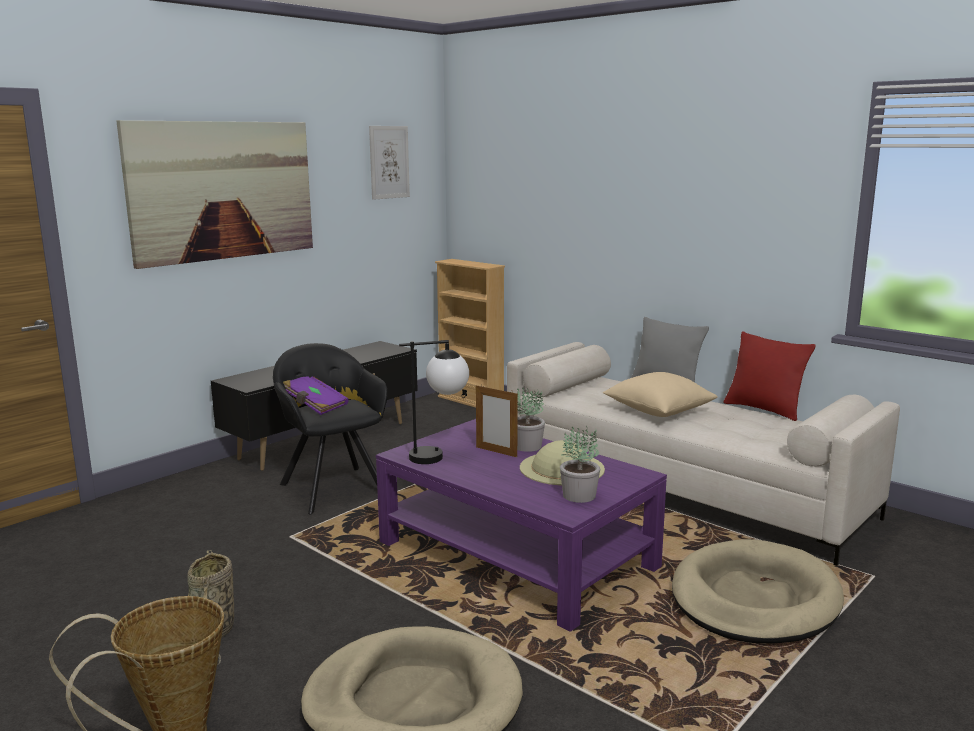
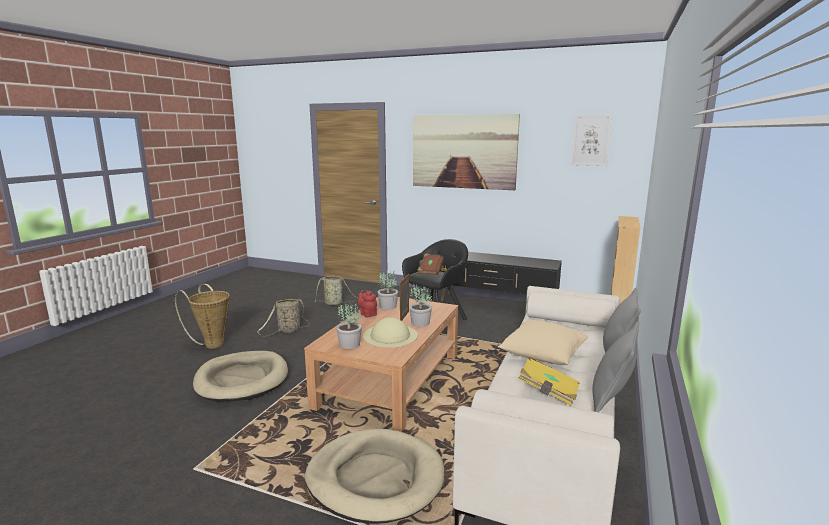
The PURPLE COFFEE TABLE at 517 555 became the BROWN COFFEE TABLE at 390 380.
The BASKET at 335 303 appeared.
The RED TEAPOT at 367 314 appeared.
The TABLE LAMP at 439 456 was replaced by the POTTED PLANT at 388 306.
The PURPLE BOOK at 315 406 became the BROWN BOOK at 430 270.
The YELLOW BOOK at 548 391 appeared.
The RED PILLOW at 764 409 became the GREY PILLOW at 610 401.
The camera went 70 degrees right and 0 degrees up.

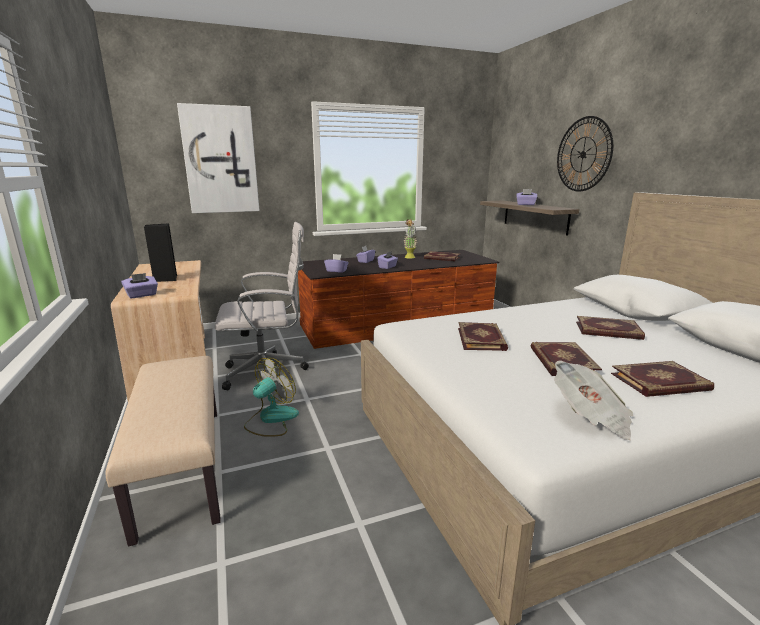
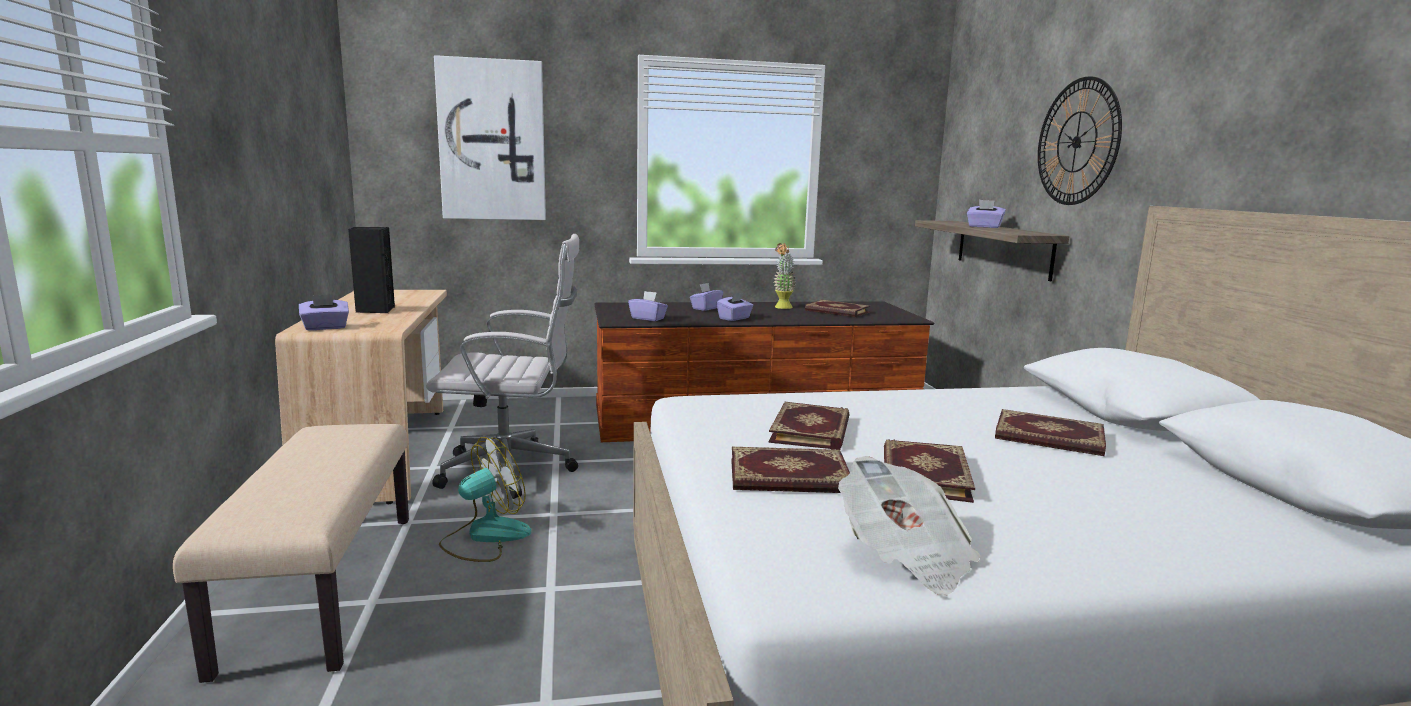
The BOOK moved from 660 382 to 789 477.
The camera went 10 degrees right and 5 degrees down.

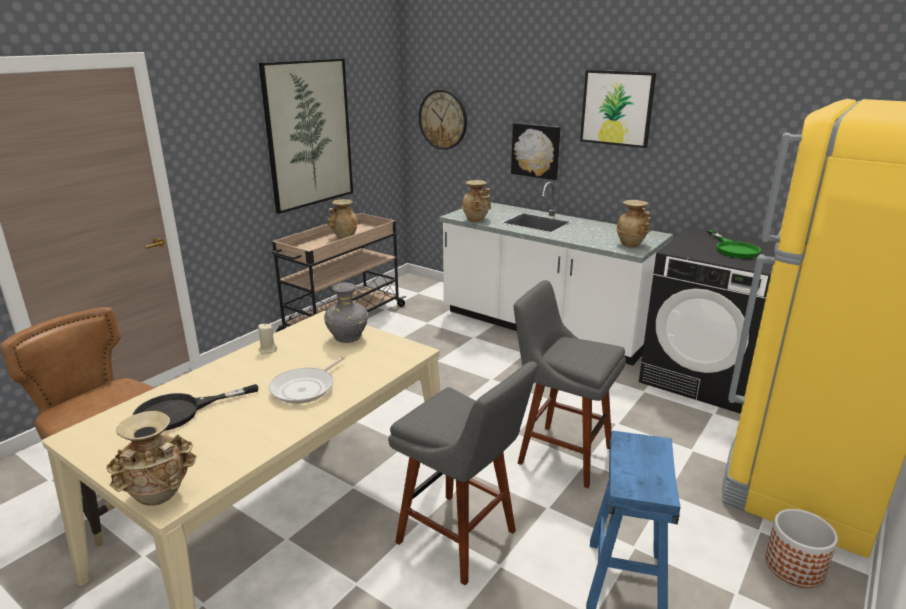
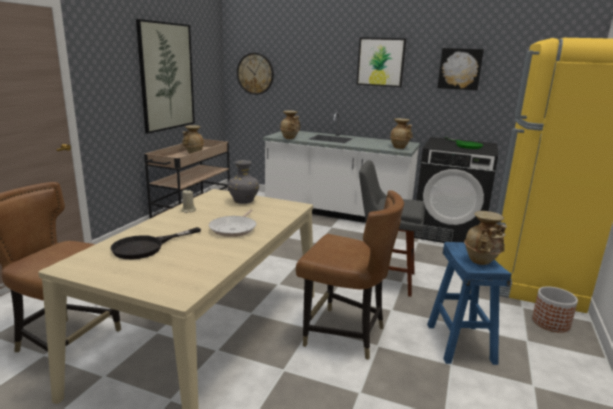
The GREY STOOL at 461 539 was replaced by the BROWN CHAIR at 344 334.
The PICTURE moved from 536 150 to 460 69.
The BEIGE VASE moved from 160 496 to 482 261.
The camera went 15 degrees left and 5 degrees down.

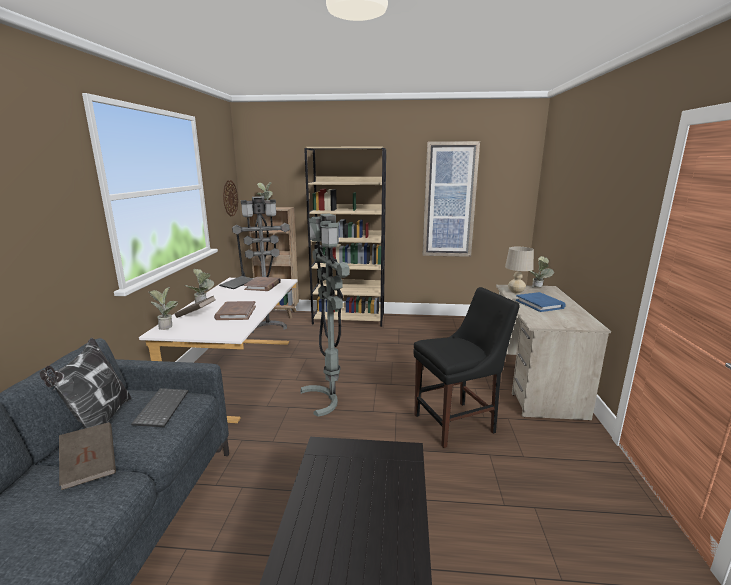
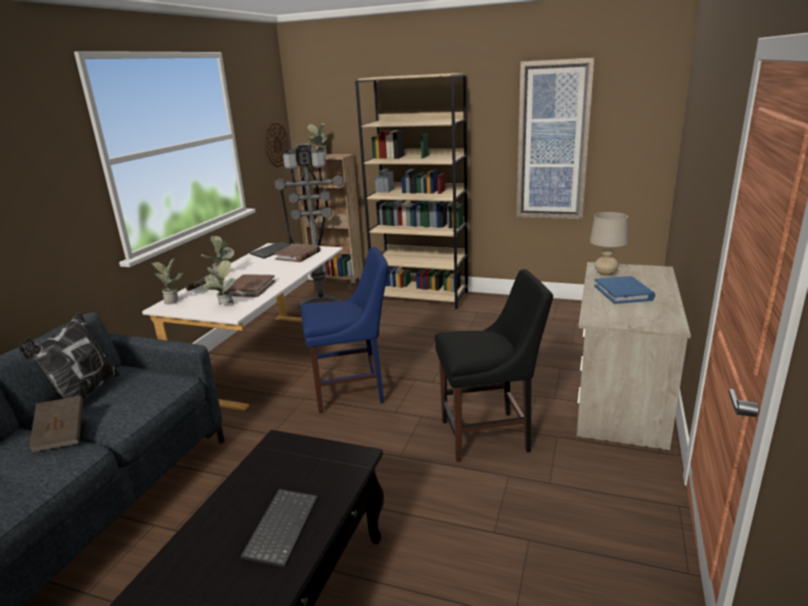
The POTTED PLANT moved from 537 289 to 224 306.
The KEYBOARD moved from 161 408 to 280 526.
The GREY FLOOR LAMP at 329 397 was replaced by the BLUE CHAIR at 353 392.
The camera went 15 degrees right and 5 degrees up.

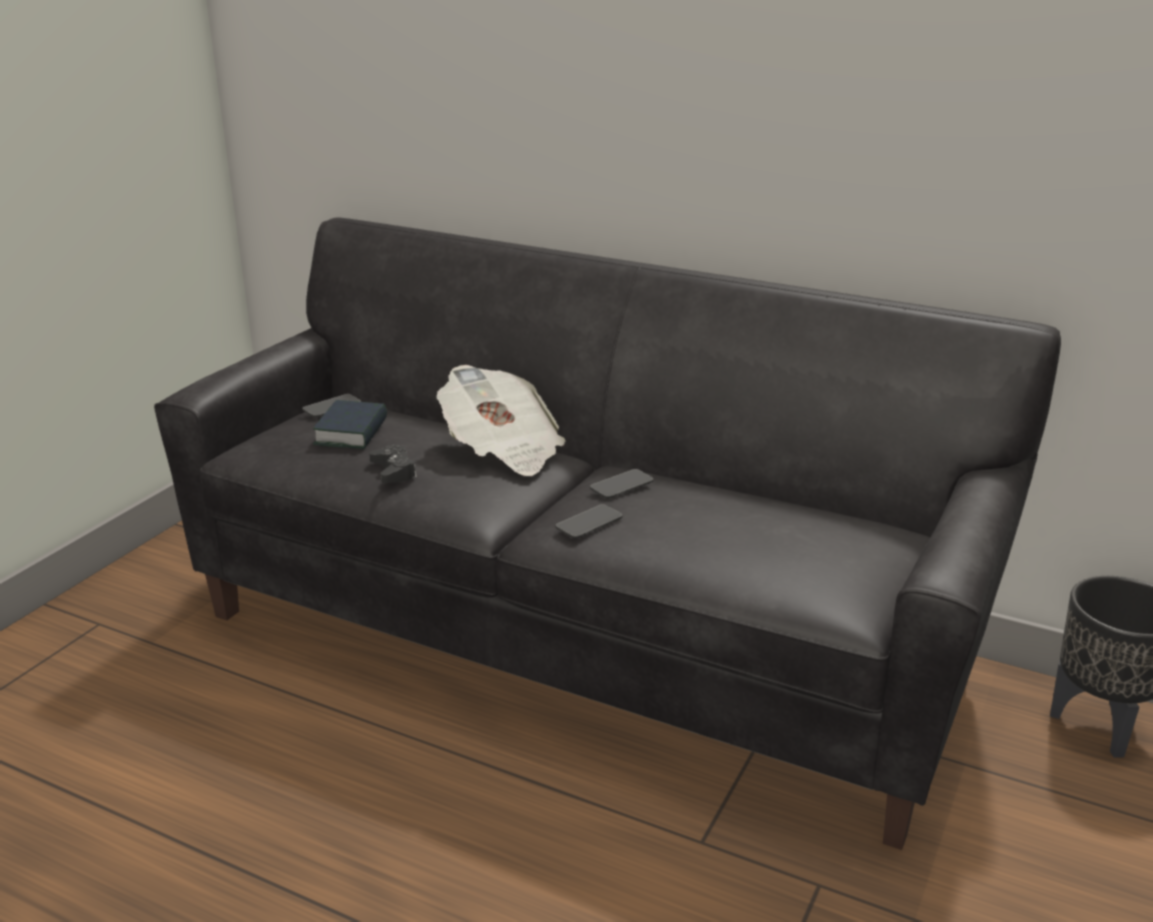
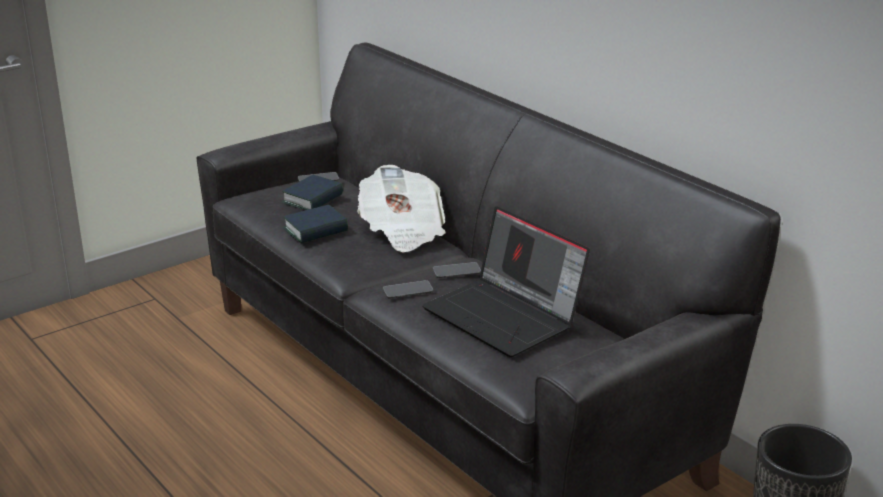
The BLACK GAME CONTROLLER at 393 471 was replaced by the BOOK at 315 230.
The LAPTOP at 505 316 appeared.
The camera went 25 degrees right and 0 degrees up.

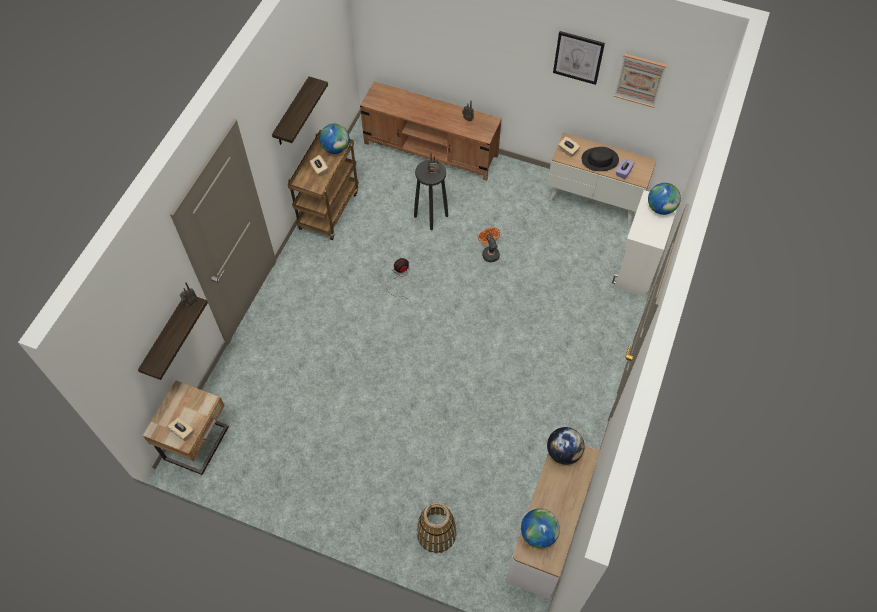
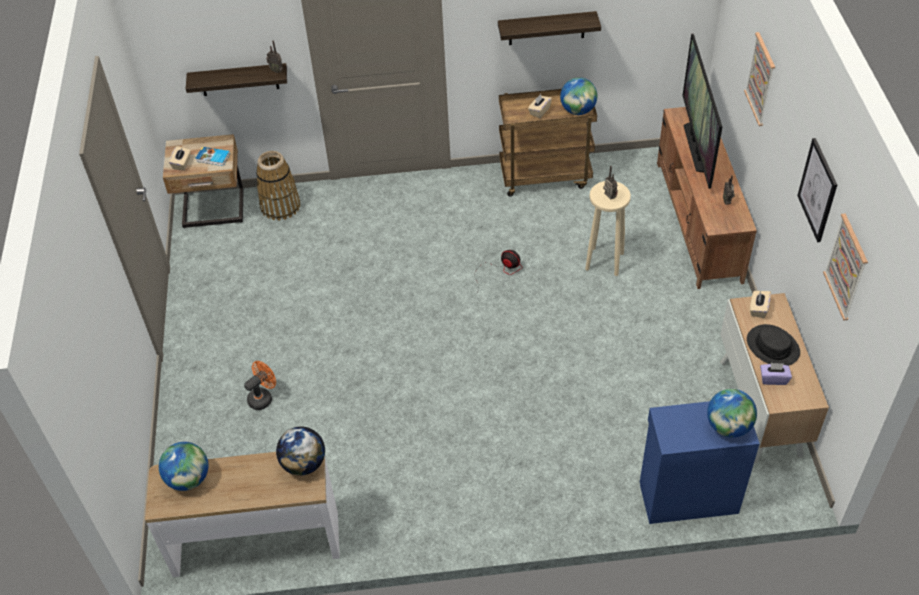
The BOOK at 213 158 appeared.
The ORANGE FAN moved from 489 252 to 263 397.
The BASKET moved from 436 533 to 280 206.
The BLACK STOOL at 431 216 became the BEIGE STOOL at 604 261.
The WHITE CABINET at 636 268 became the BLUE CABINET at 687 496.
The TELEVISION at 697 147 appeared.
The PICTURE at 760 79 appeared.
The camera went 65 degrees right and 10 degrees down.

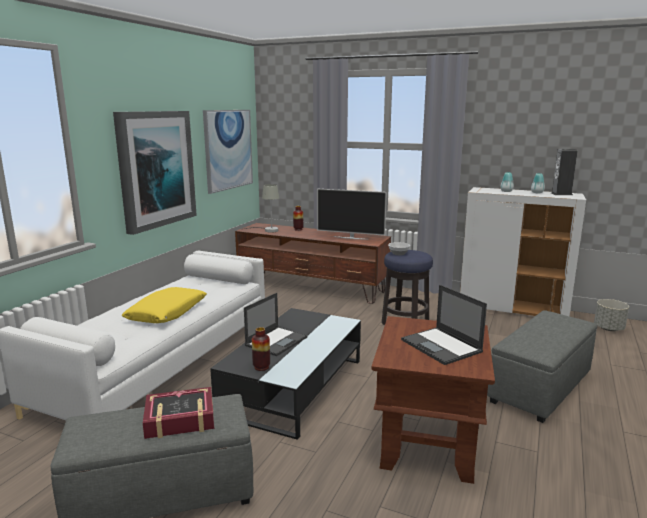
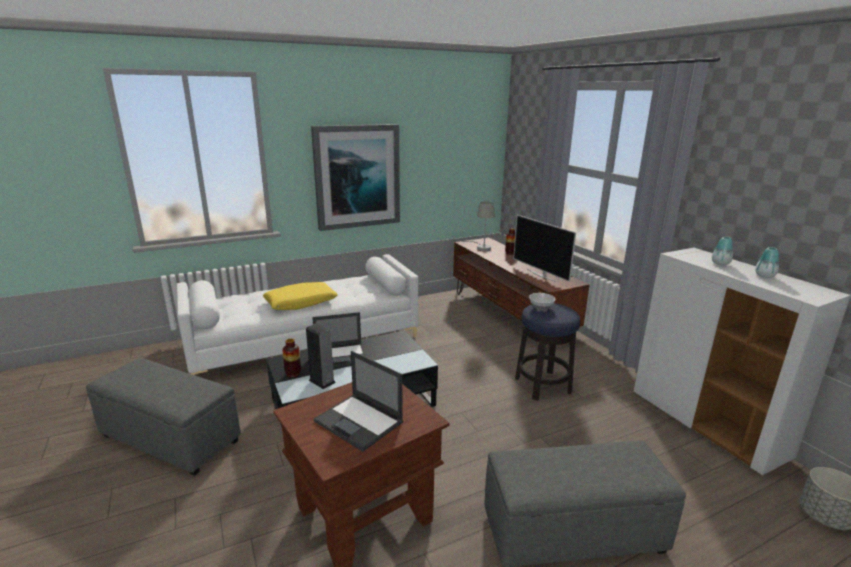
The SPEAKER moved from 561 194 to 322 381.
The LAPTOP at 442 346 turned 60 degrees counterclockwise.
The BOOK at 180 419 disappeared.
The PICTURE at 228 149 disappeared.
The camera went 40 degrees right and 5 degrees up.

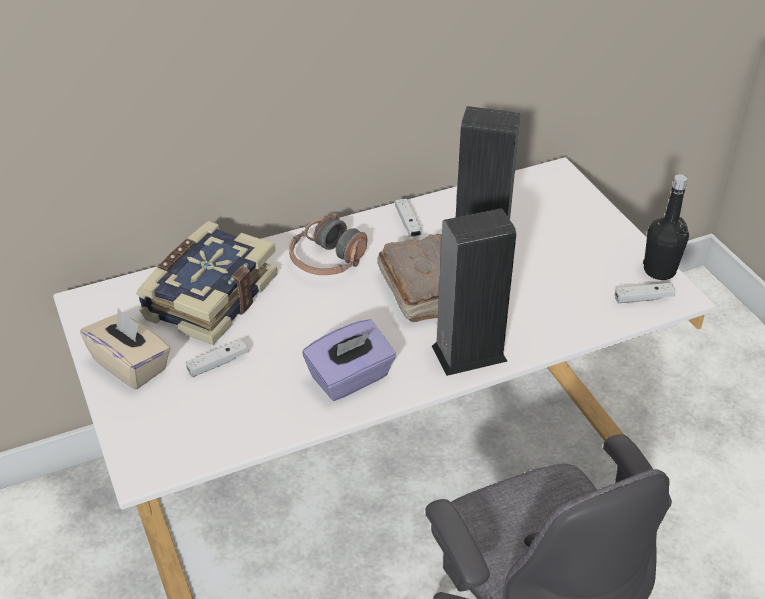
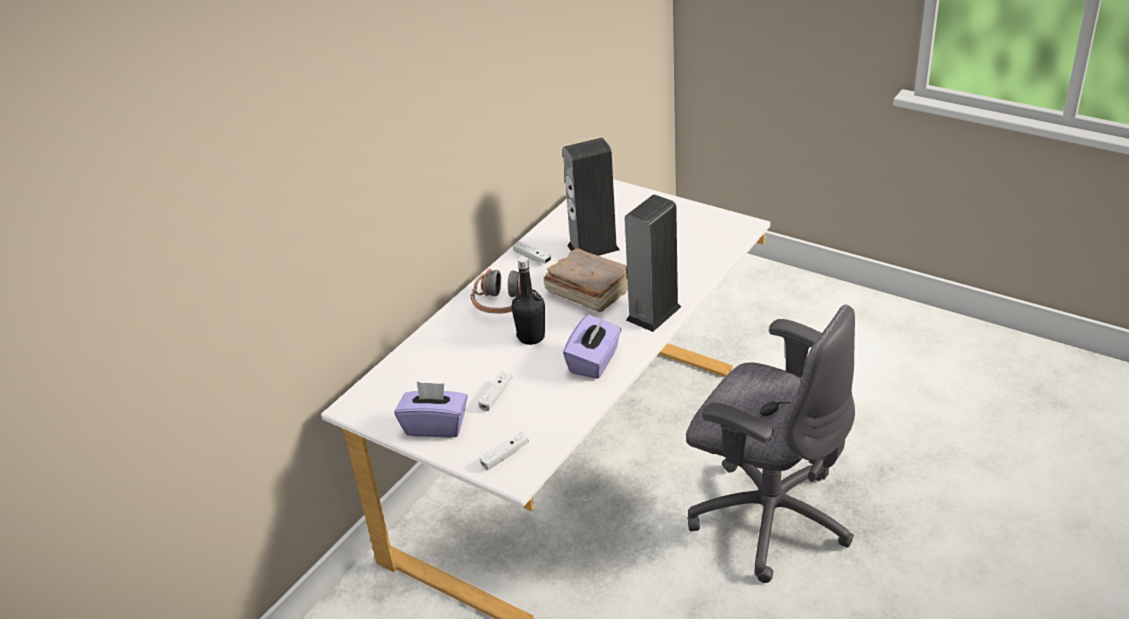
The BEIGE TISSUE BOX at 131 365 became the PURPLE TISSUE BOX at 435 425.
The WHITE GAME CONTROLLER moved from 643 298 to 505 455.
The BLACK BOTTLE moved from 659 270 to 531 337.
The BOOK at 208 297 disappeared.
The camera went 30 degrees left and 5 degrees down.

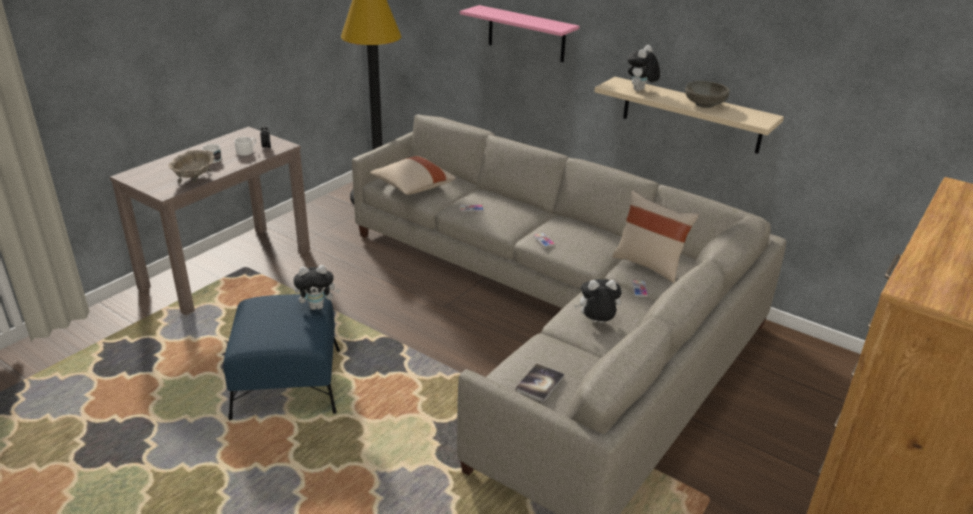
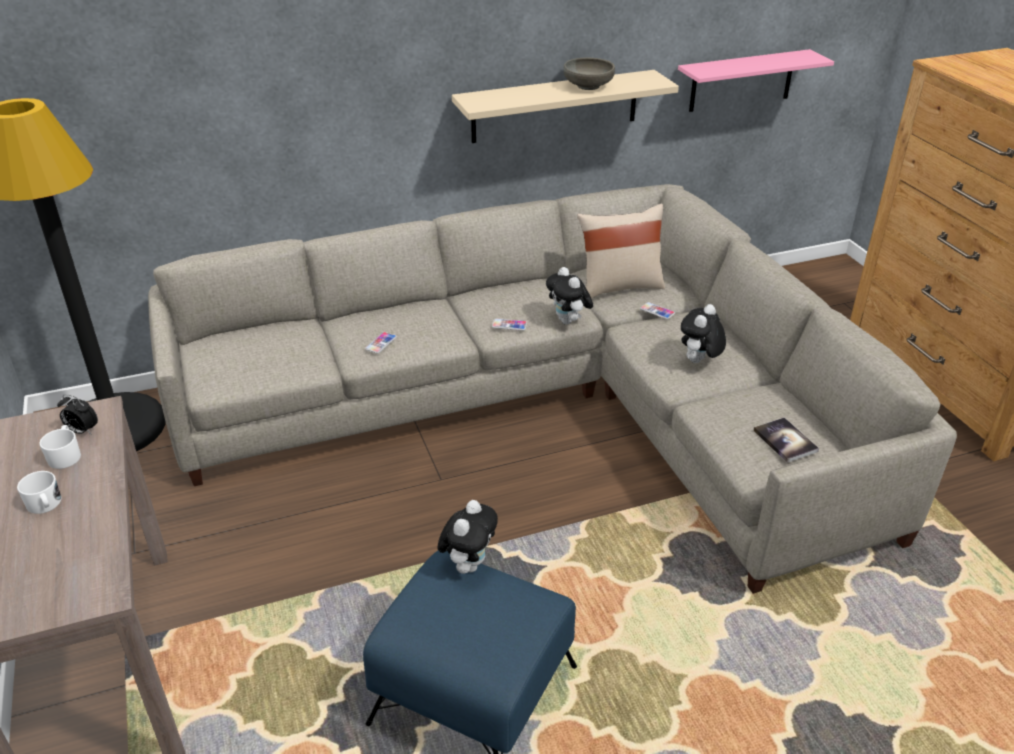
The PLUSH TOY moved from 640 91 to 568 321.
The PINK SHELF moved from 526 34 to 741 81.
The BEIGE BOWL at 195 178 disappeared.
The BEIGE PILLOW at 412 187 disappeared.
The camera went 55 degrees left and 5 degrees up.

